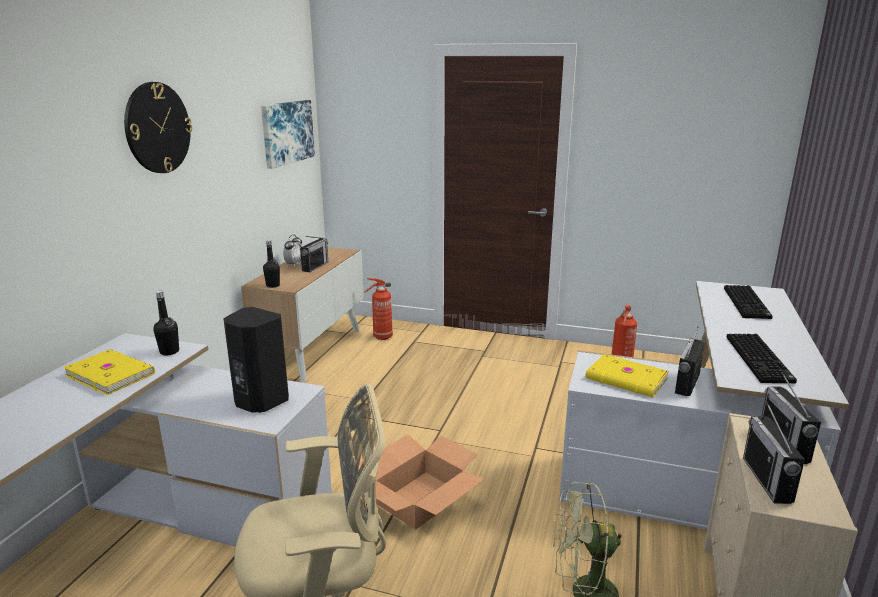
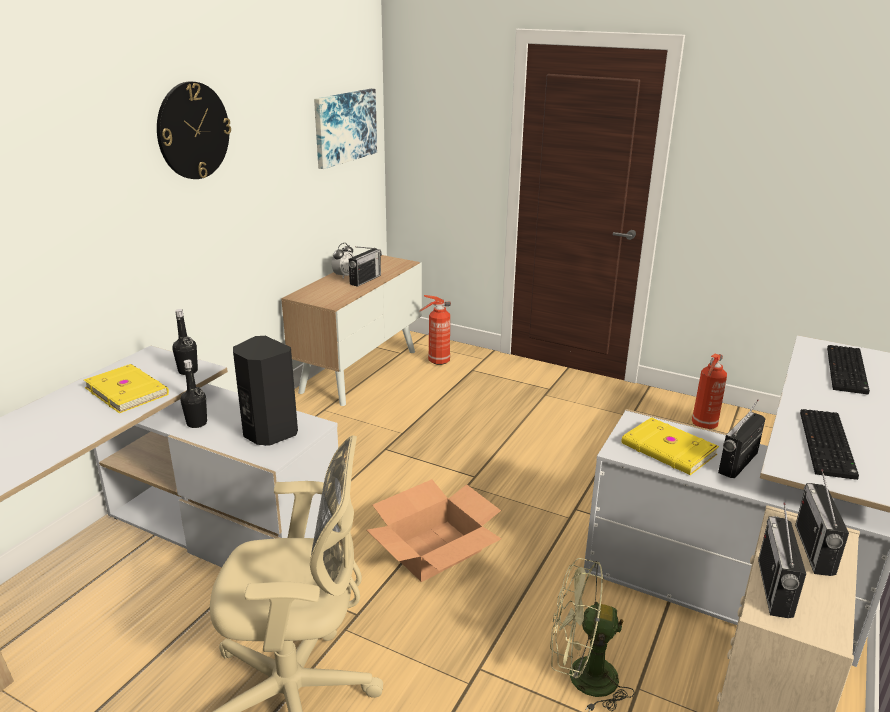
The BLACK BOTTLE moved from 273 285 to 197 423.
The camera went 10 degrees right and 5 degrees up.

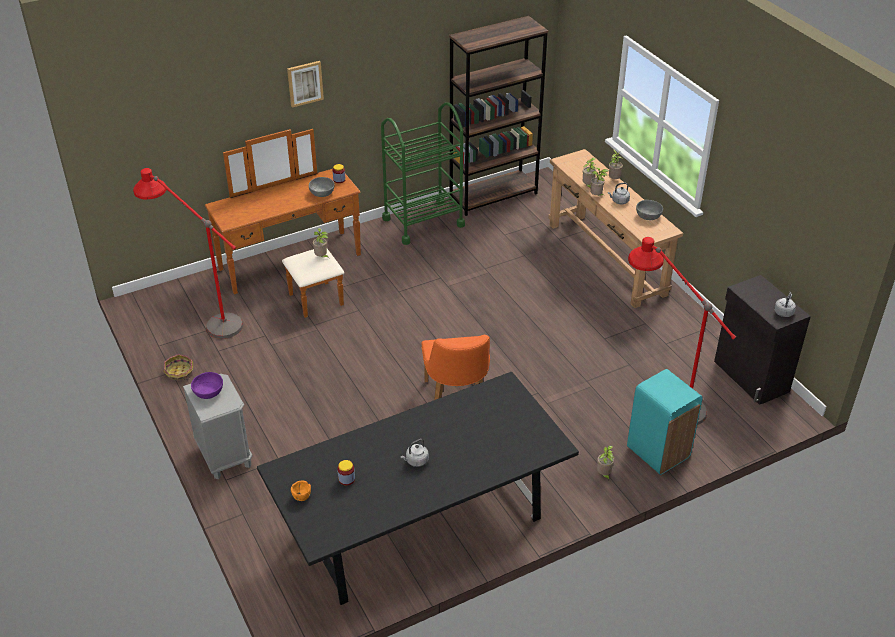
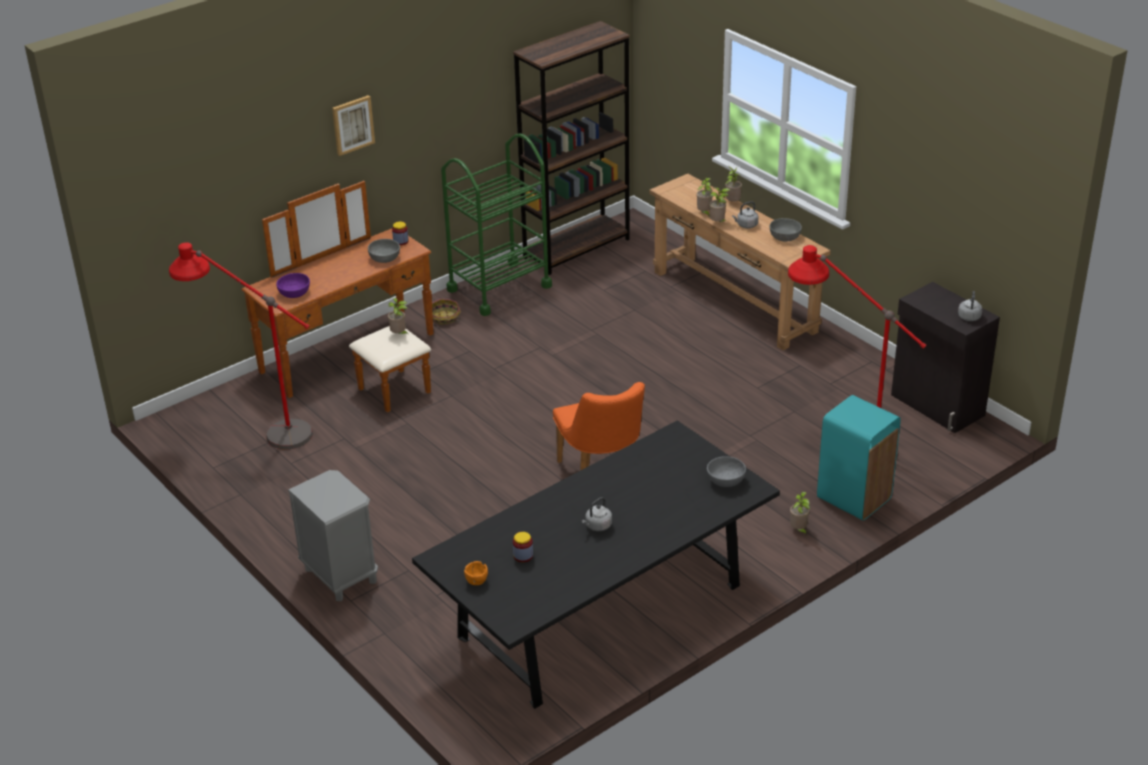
The PURPLE BOWL moved from 208 392 to 294 293.
The BASKET moved from 179 372 to 444 318.
The GREY BOWL at 725 480 appeared.
The camera went 10 degrees left and 5 degrees down.

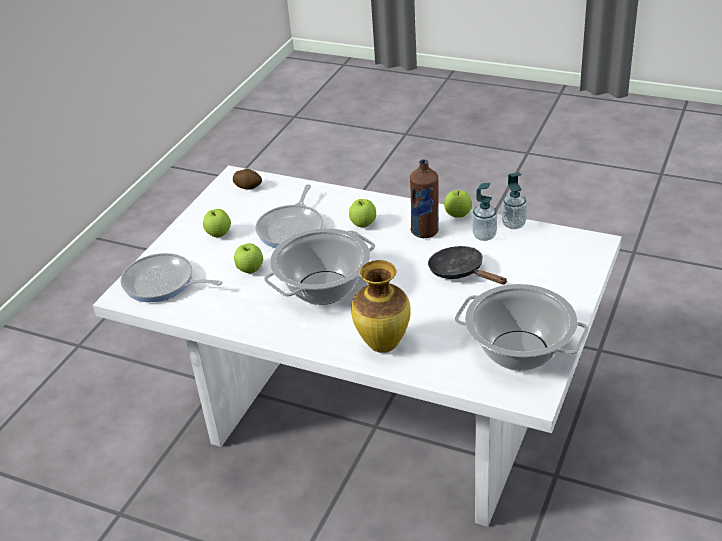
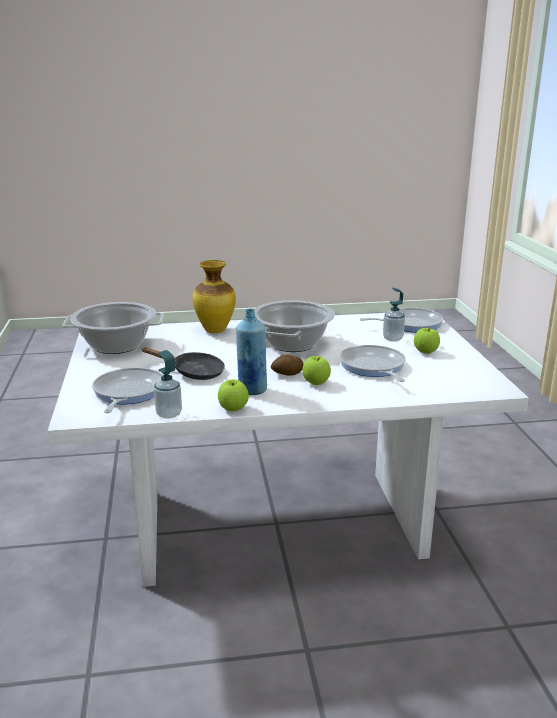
The FRYING PAN at 127 393 appeared.
The BROWN BOTTLE at 425 231 became the BLUE BOTTLE at 252 390.
The POTATO moved from 248 186 to 287 374.
The SOAP DISPENSER moved from 484 236 to 392 338.
The APPLE at 250 270 disappeared.
The camera went 145 degrees right and 15 degrees down.

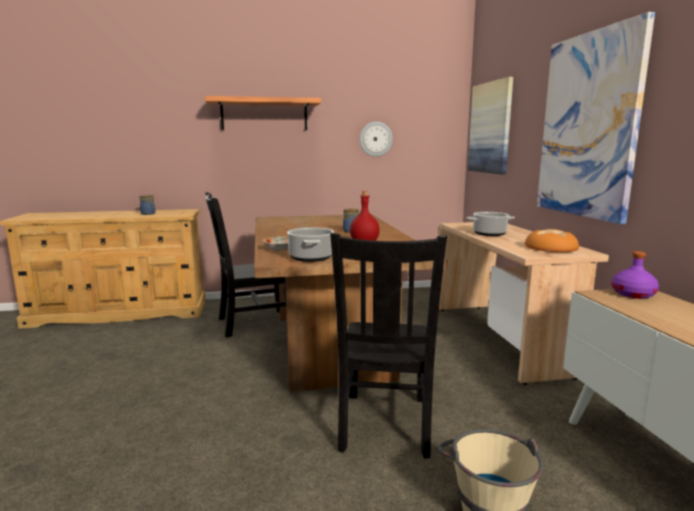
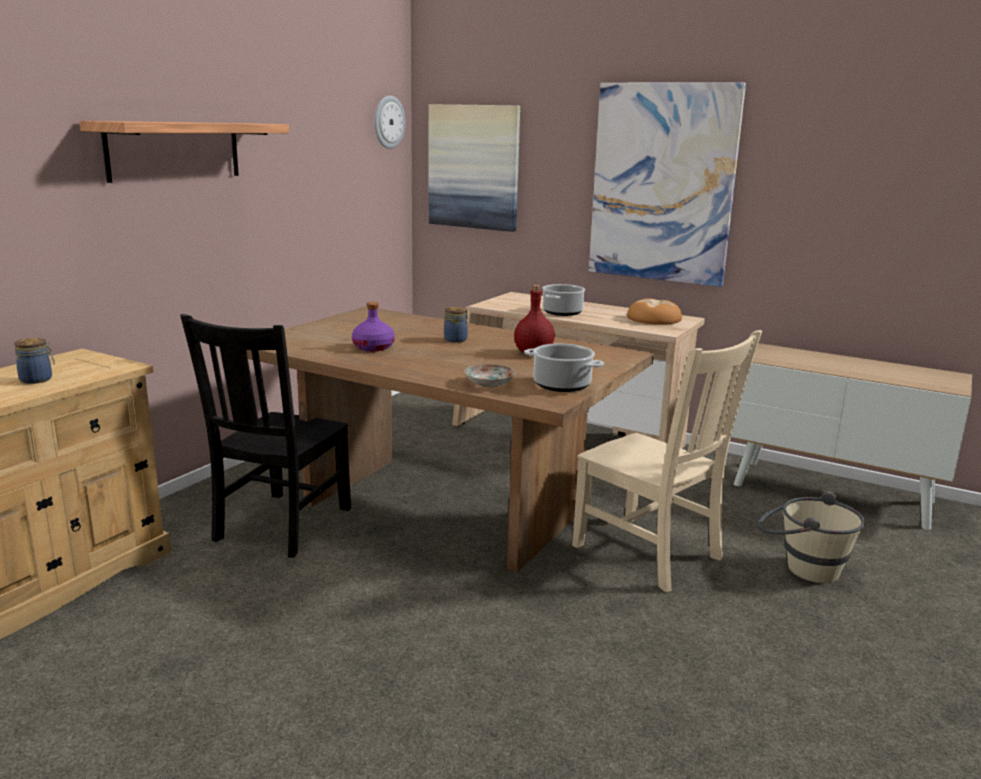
The PURPLE BOTTLE moved from 633 294 to 373 347.
The WALL CLOCK moved from 375 139 to 388 122.
The BLACK CHAIR at 384 426 became the BEIGE CHAIR at 650 554.
The camera went 50 degrees left and 5 degrees up.

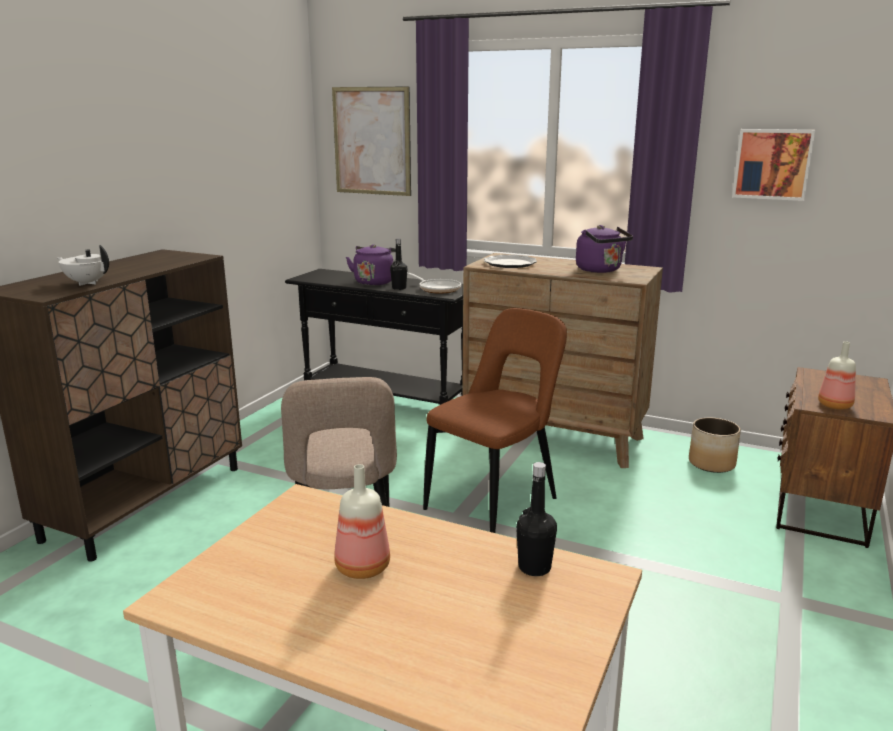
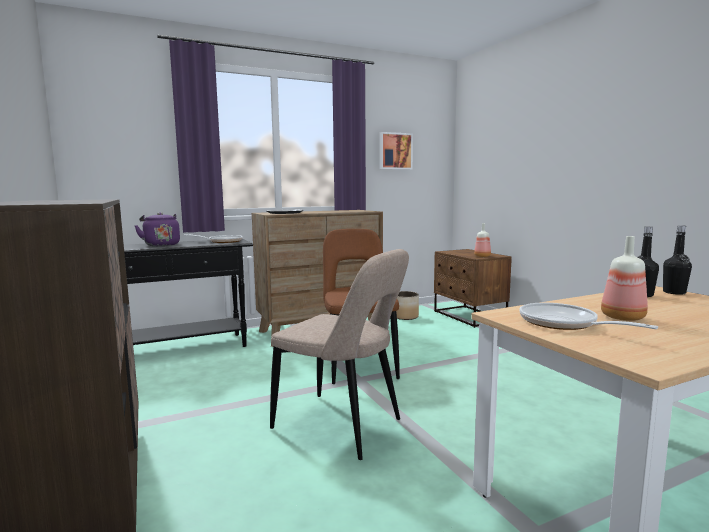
The FRYING PAN at 563 324 appeared.
The BLACK BOTTLE moved from 399 288 to 674 292.
The WHITE TEAPOT at 87 283 disappeared.
The PICTURE at 372 141 disappeared.
The PURPLE KETTLE at 600 270 disappeared.
The camera went 50 degrees left and 10 degrees down.

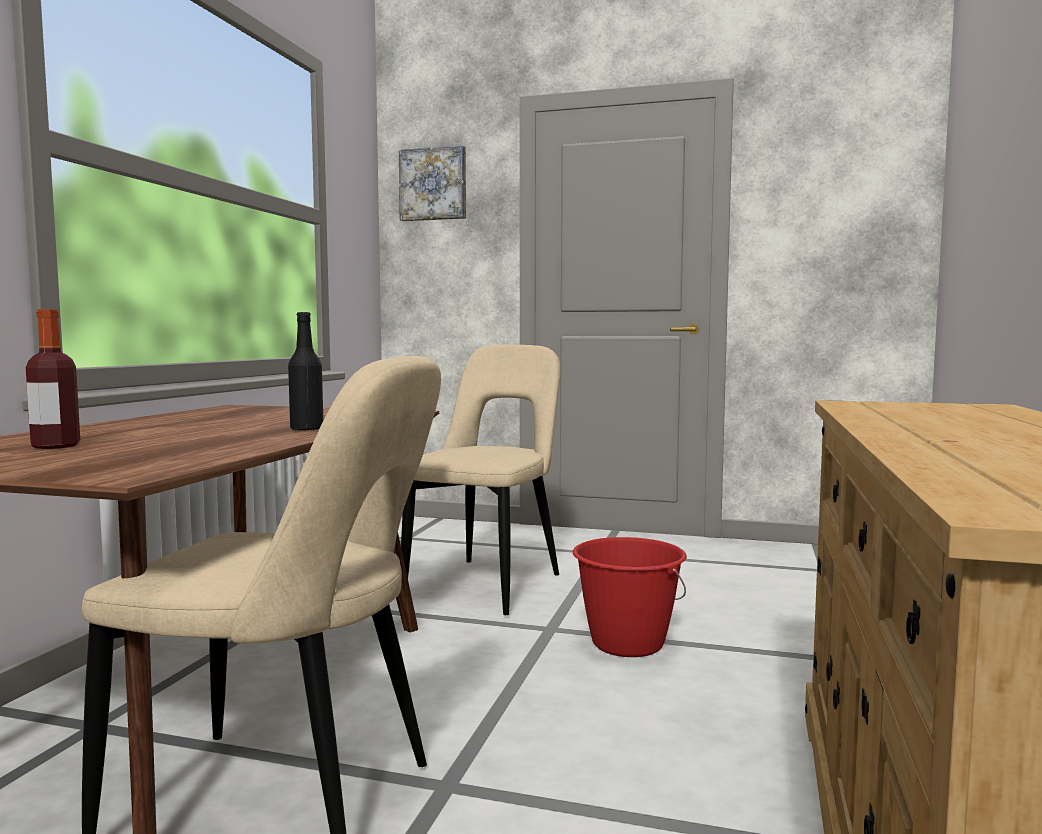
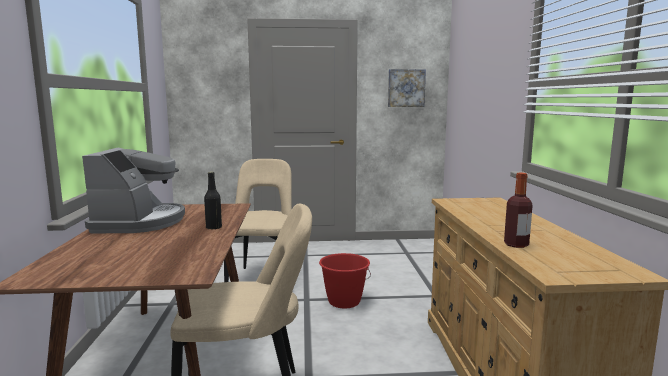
The COFFEE MACHINE at 140 222 appeared.
The PICTURE moved from 433 184 to 406 88.
The BOTTLE moved from 56 446 to 516 245.
The camera went 20 degrees left and 5 degrees up.

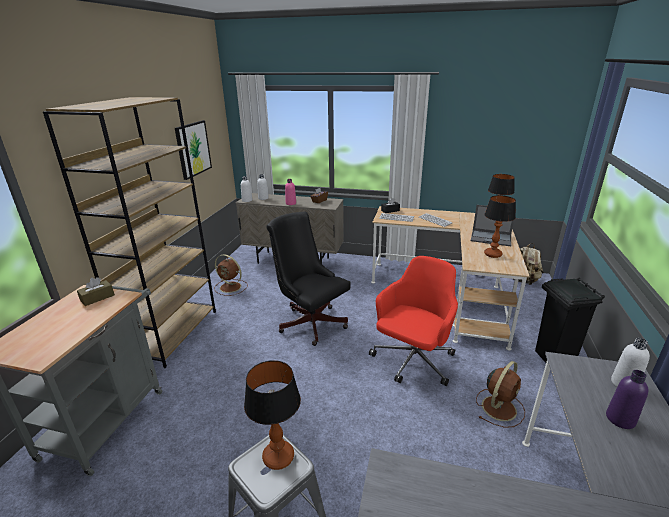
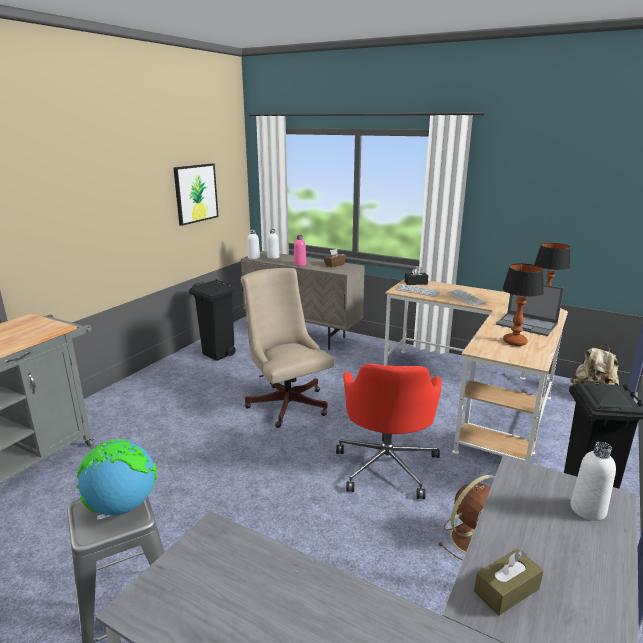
The TABLE LAMP at 278 457 was replaced by the GLOBE at 122 506.
The BROWN FAN at 231 287 was replaced by the BLACK TRASH CAN at 218 354.
The BLACK OFFICE CHAIR at 310 321 became the BEIGE OFFICE CHAIR at 286 402.
The RED OFFICE CHAIR at 412 361 turned 135 degrees clockwise.
The BROWN TISSUE BOX moved from 97 298 to 506 590.
The BROWN BOOKCASE at 172 333 disappeared.
The PURPLE BOTTLE at 620 419 disappeared.
The camera went 15 degrees right and 5 degrees down.

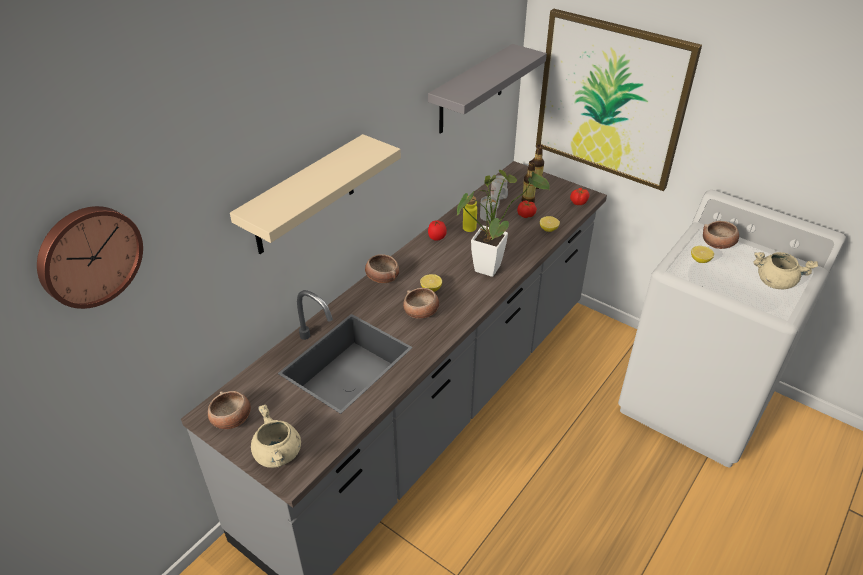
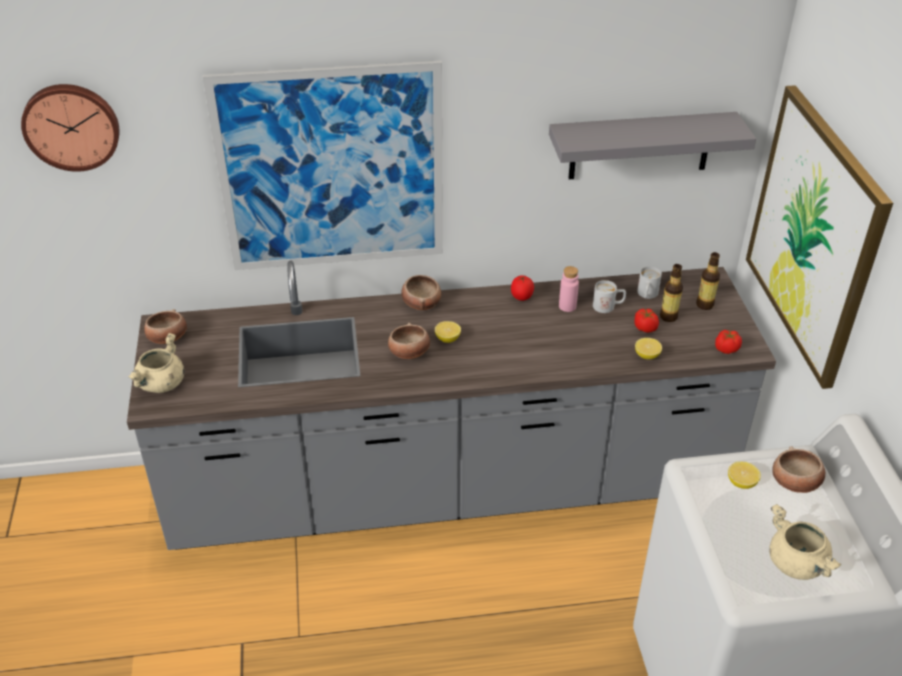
The BEIGE SHELF at 304 196 was replaced by the PICTURE at 332 170.
The YELLOW BOTTLE at 469 228 became the PINK BOTTLE at 567 306.
The POTTED PLANT at 490 265 disappeared.
The camera went 45 degrees right and 0 degrees up.

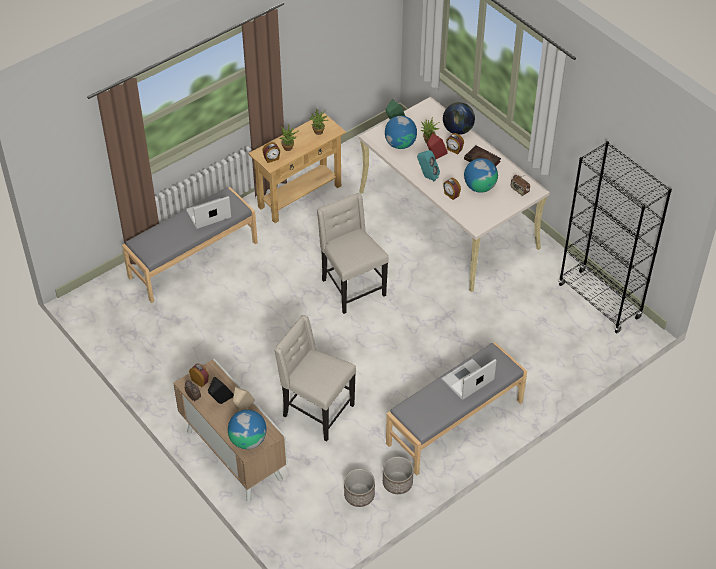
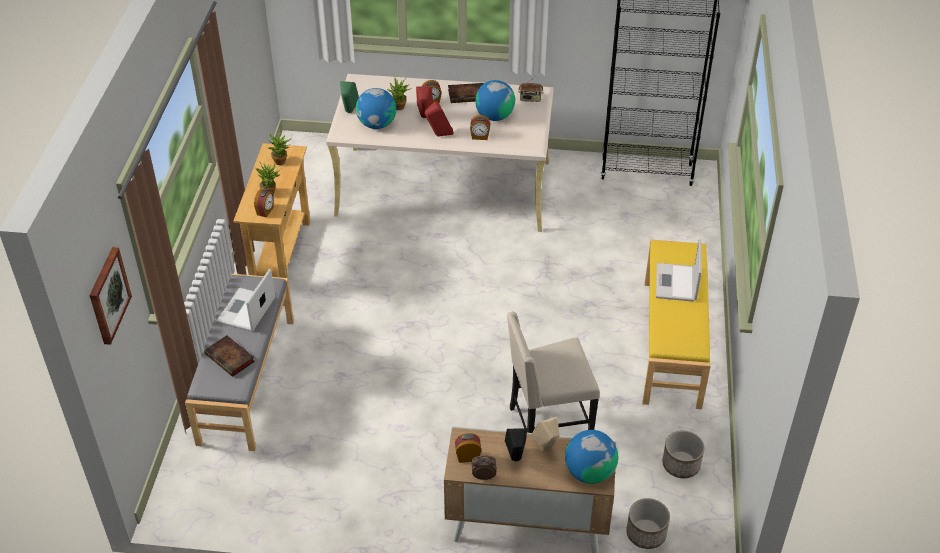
The PICTURE at 108 295 appeared.
The BOOK at 231 358 appeared.
The TURQUOISE SPEAKER at 427 177 became the RED SPEAKER at 439 135.
The PLANTER moved from 397 483 to 646 534.
The GREY BENCH at 455 423 became the YELLOW BENCH at 672 343.
The BEIGE CHAIR at 351 287 disappeared.
The GLOBE at 458 130 disappeared.
The camera went 45 degrees left and 5 degrees down.

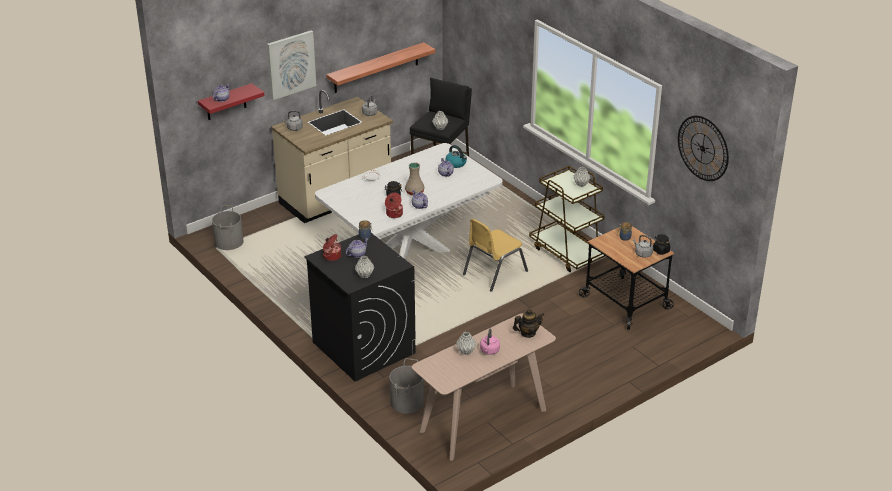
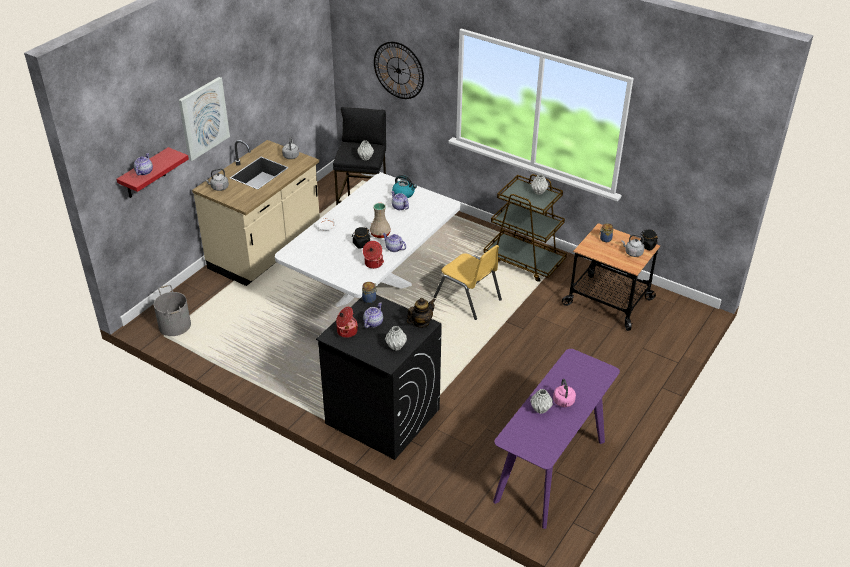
The WALL CLOCK moved from 703 148 to 398 70.
The TEAPOT moved from 528 333 to 421 323.
The YELLOW CHAIR at 494 273 turned 75 degrees counterclockwise.
The BEIGE CONSOLE TABLE at 483 421 became the PURPLE CONSOLE TABLE at 551 471.
The SHELF at 376 68 disappeared.
The GREY BUCKET at 406 402 disappeared.
The camera went 20 degrees left and 5 degrees up.

